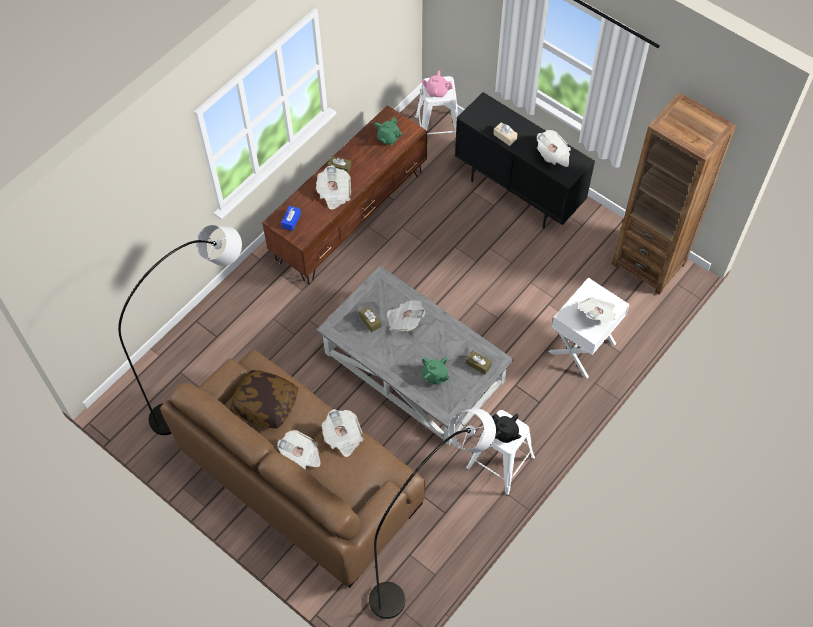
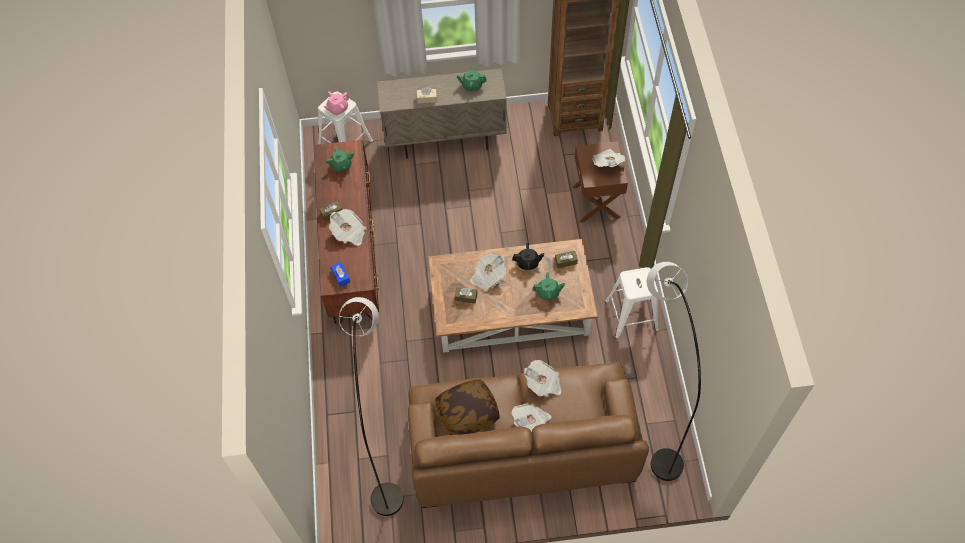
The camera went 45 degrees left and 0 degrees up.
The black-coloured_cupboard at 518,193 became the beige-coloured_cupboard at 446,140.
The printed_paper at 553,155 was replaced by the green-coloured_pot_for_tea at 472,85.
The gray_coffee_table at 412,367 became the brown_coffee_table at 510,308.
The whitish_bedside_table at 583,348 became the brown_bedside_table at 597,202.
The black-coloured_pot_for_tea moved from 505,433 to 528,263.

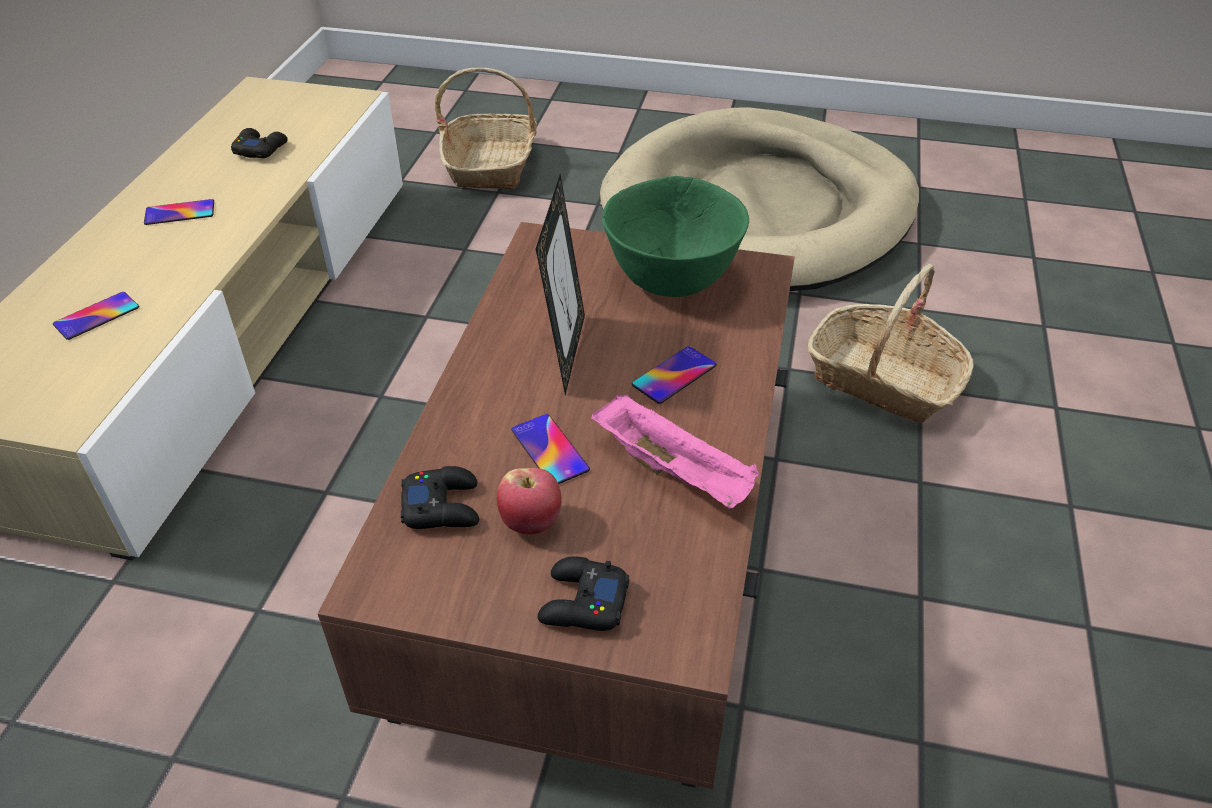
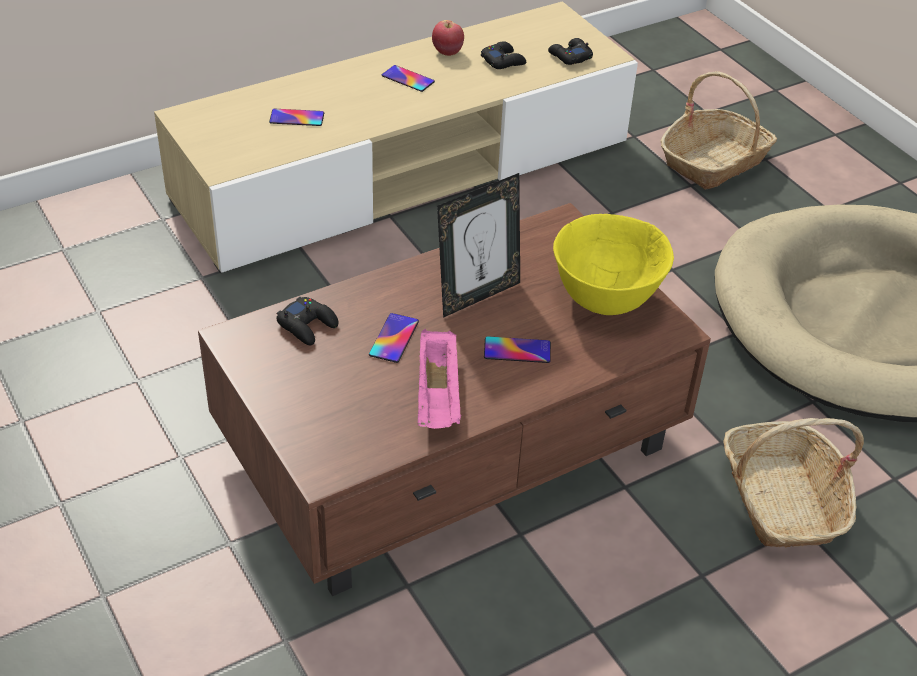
The camera went 45 degrees right and 0 degrees up.
The green-coloured_bowl at 672,277 became the yellow-coloured_bowl at 607,297.
The whole_apple moved from 531,522 to 447,52.
The black-coloured_joypad moved from 582,603 to 569,56.

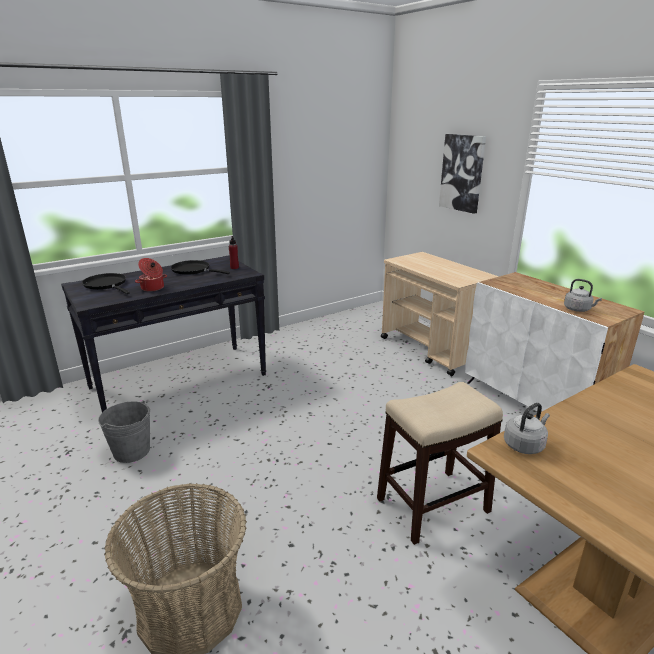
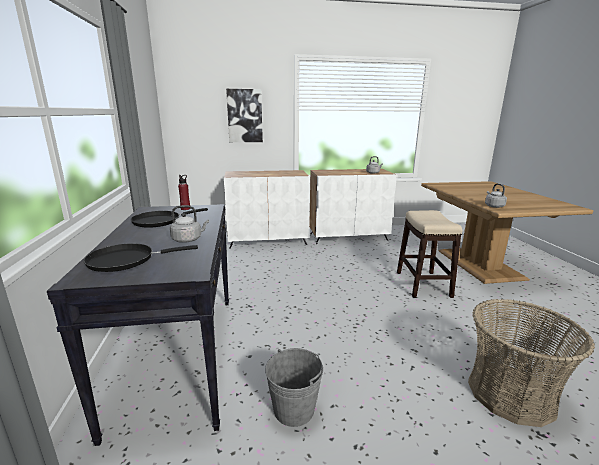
The camera went 65 degrees left and 5 degrees down.
The beige-coloured_wheeled_cart at 432,350 was replaced by the whitish_cupboard at 268,241.
The saucepot at 153,288 was replaced by the gray_kettle at 188,239.

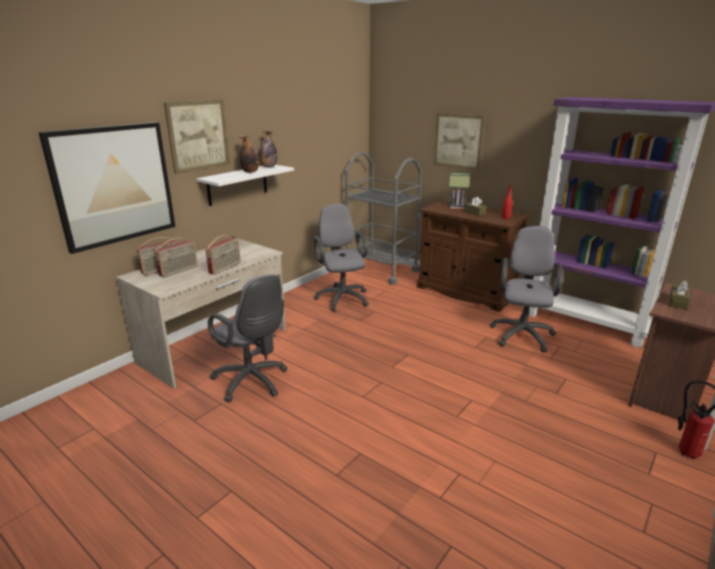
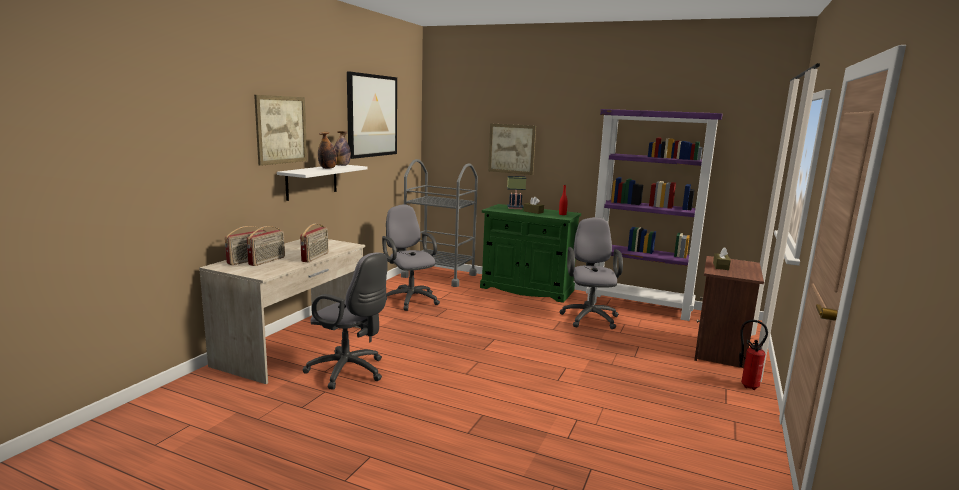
The camera went 15 degrees left and 10 degrees down.
The wall_picture moved from 114,185 to 372,116.
The brown_cupboard at 465,292 became the green-coloured_cupboard at 527,289.

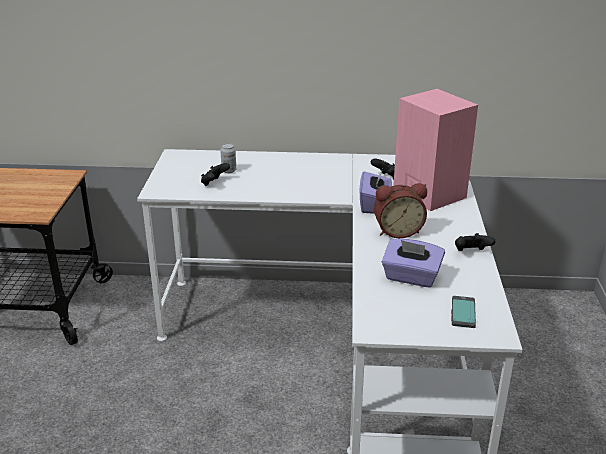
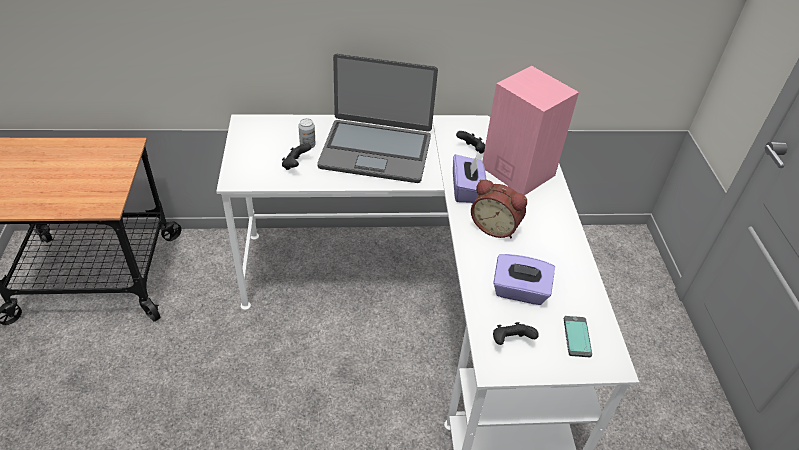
The camera went 10 degrees left and 15 degrees up.
The table_clock at 397,231 turned 45 degrees clockwise.
The black-coloured_joypad moved from 471,253 to 510,341.
The laptop at 376,151 appeared.

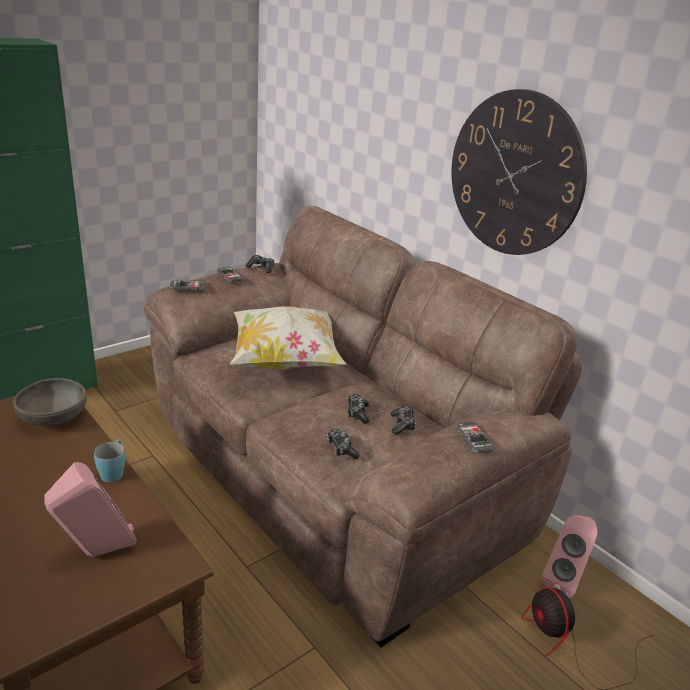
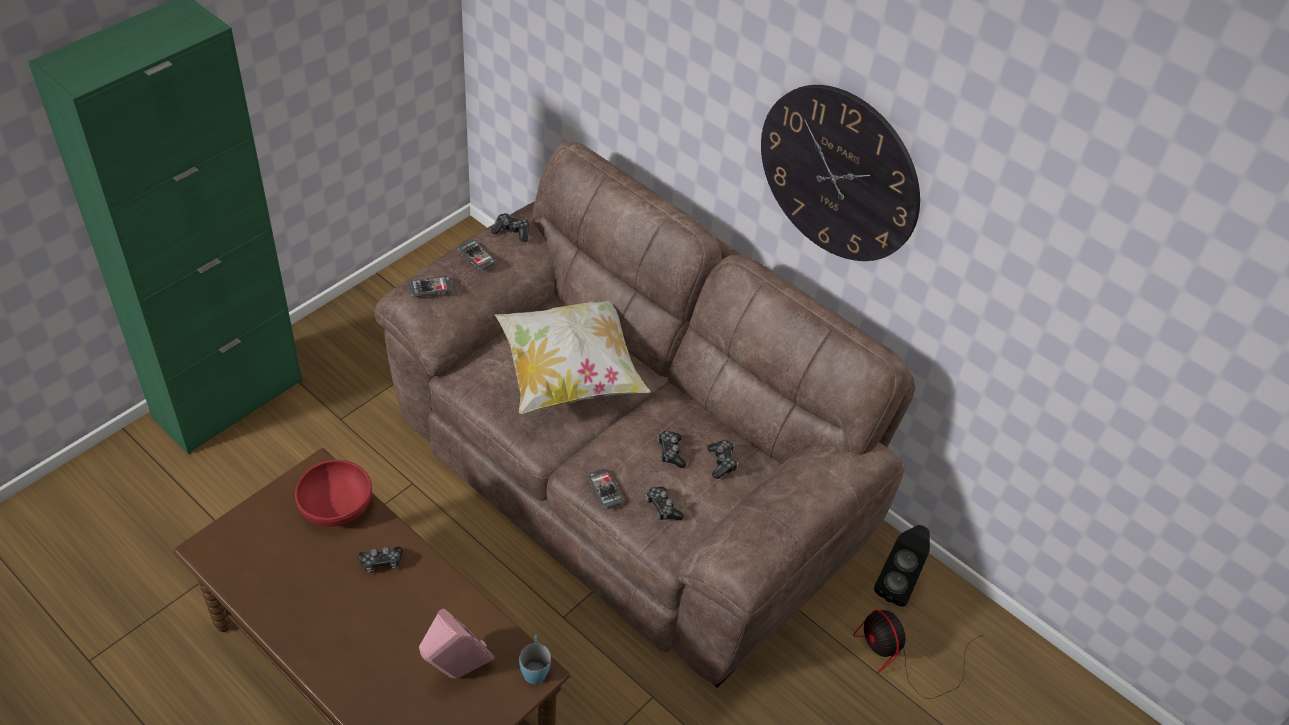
The camera went 10 degrees left and 20 degrees up.
The gray_bowl at 54,418 became the red_bowl at 336,506.
The telephone moved from 474,439 to 605,489.
The blue-coloured_mug moved from 114,471 to 534,667.
The pinkish_loudspeaker at 564,580 became the black-coloured_loudspeaker at 897,585.
The joypad at 381,562 appeared.

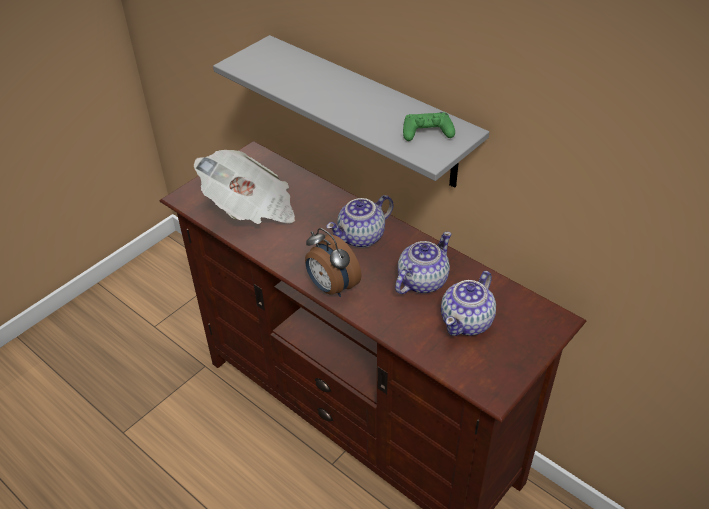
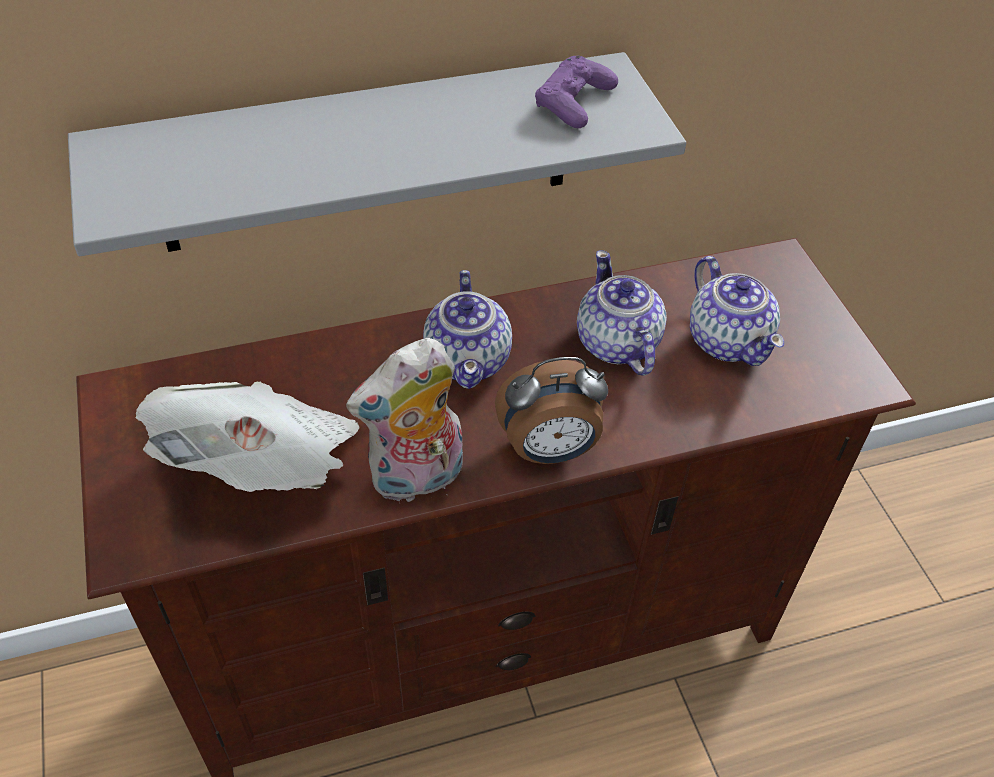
The camera went 60 degrees left and 5 degrees up.
The green-coloured_joypad at 427,132 became the purplish_joypad at 574,102.
The plush_toy at 417,479 appeared.

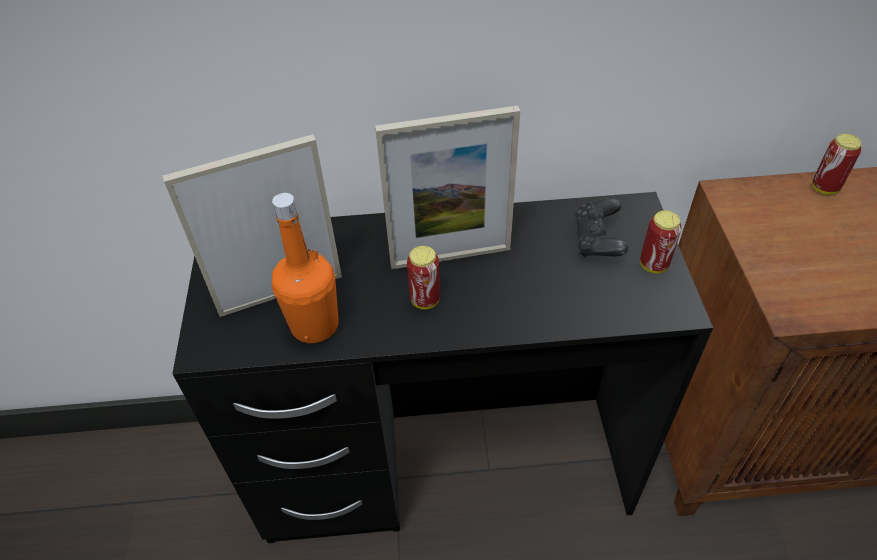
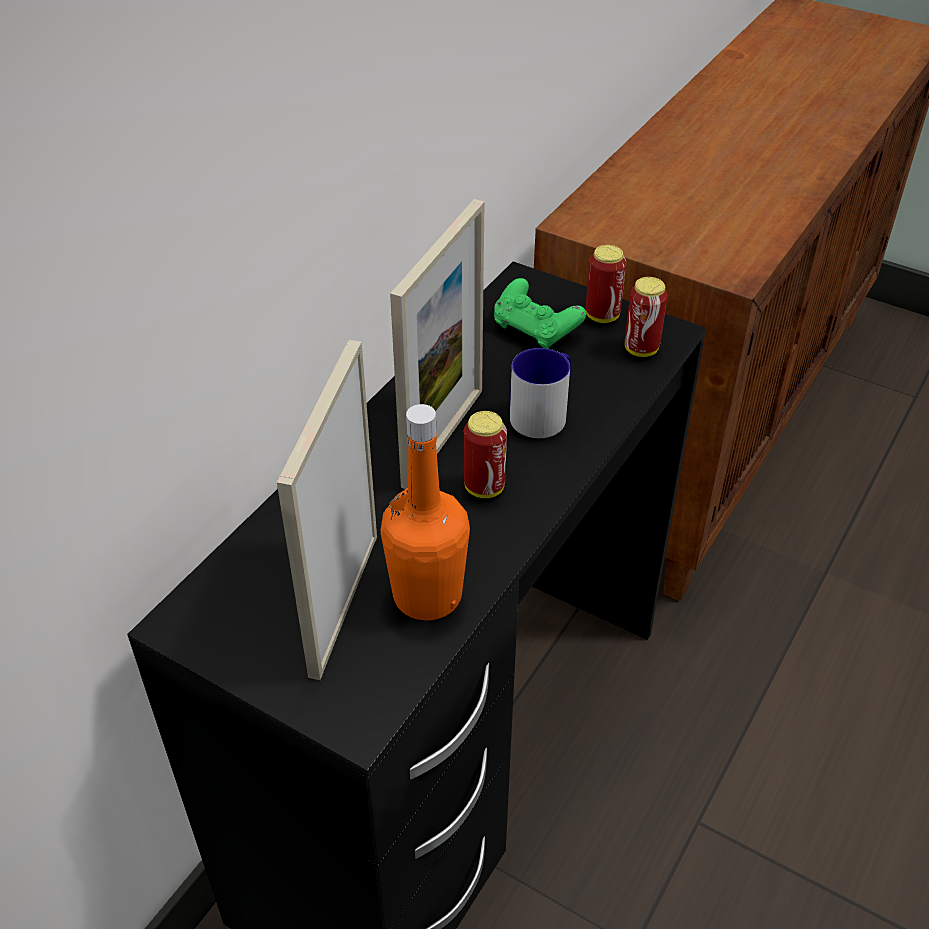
The camera went 55 degrees left and 5 degrees down.
The metal_can moved from 824,188 to 641,349.
The black-coloured_joypad at 597,241 became the green-coloured_joypad at 535,330.
The mug at 544,413 appeared.

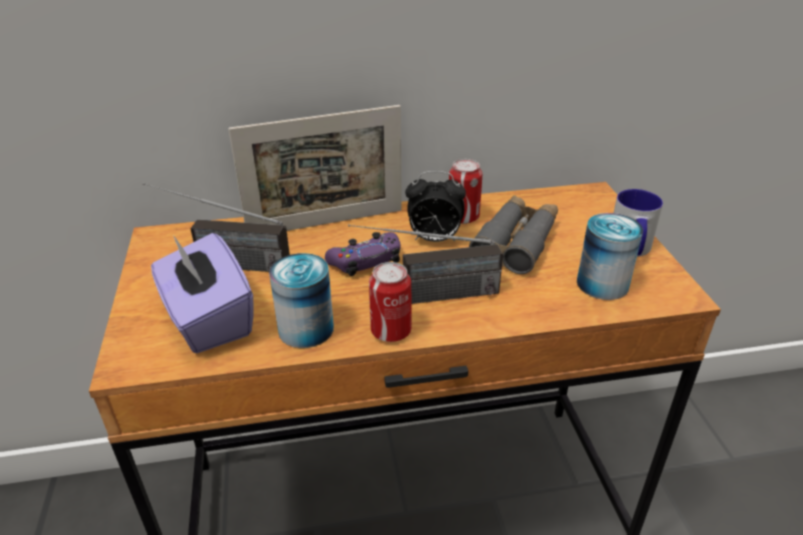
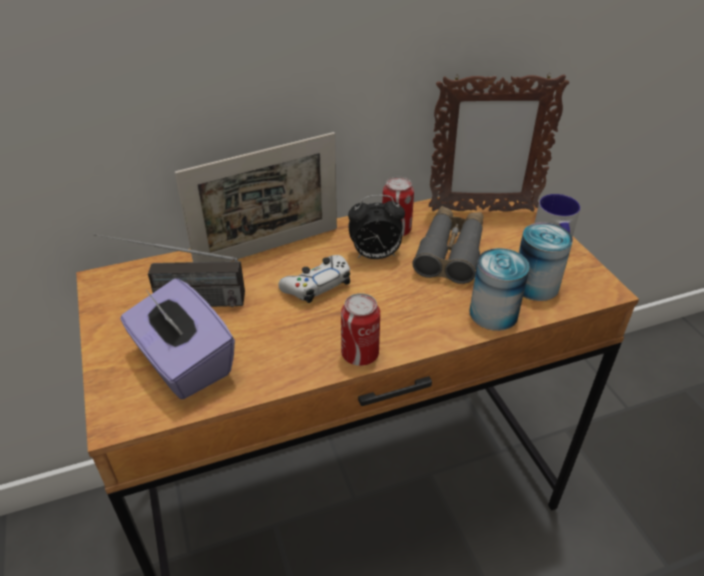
The camera went 10 degrees left and 5 degrees up.
The radio_set at 426,296 disappeared.
The purplish_joypad at 365,261 became the whitish_joypad at 317,285.
The metal_can moved from 306,329 to 493,313.
The picture_frame at 482,210 appeared.

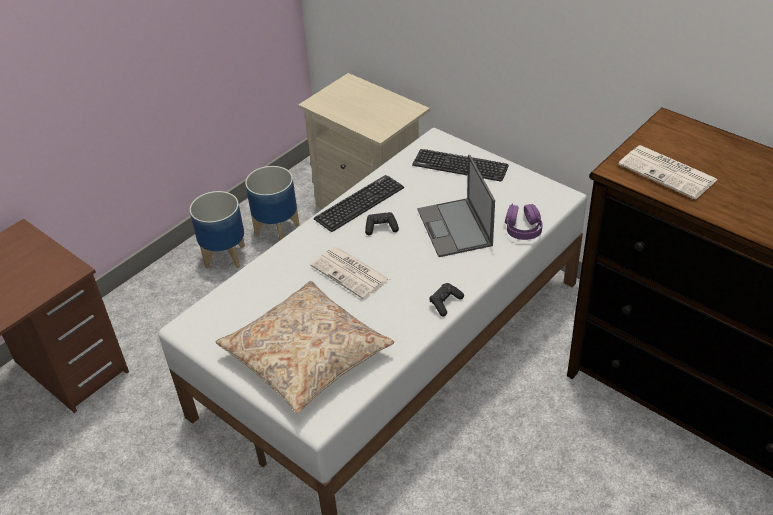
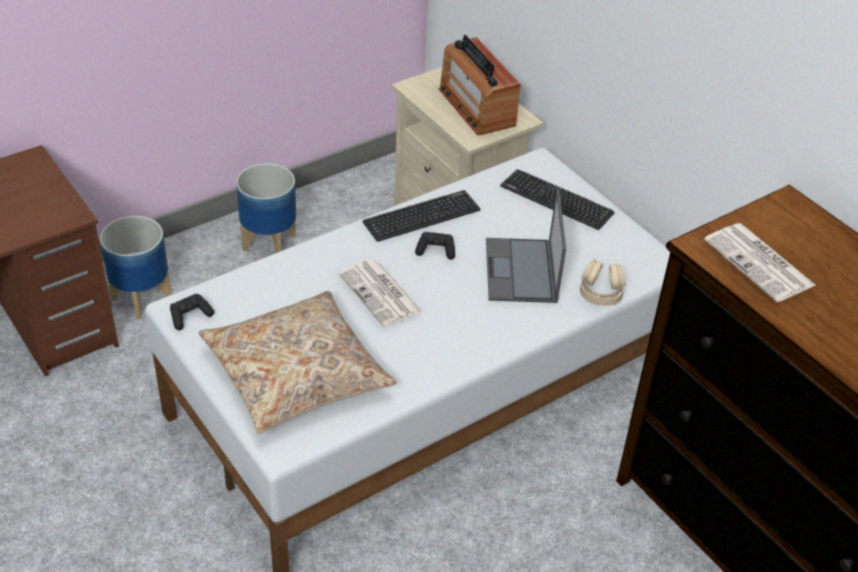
The camera went 10 degrees right and 0 degrees up.
The flower_pot moved from 276,230 to 141,297.
The purplish_pair_of_headphones at 523,229 became the beige-coloured_pair_of_headphones at 601,291.
The black-coloured_joypad moved from 445,303 to 190,316.
The radio_set at 476,107 appeared.

